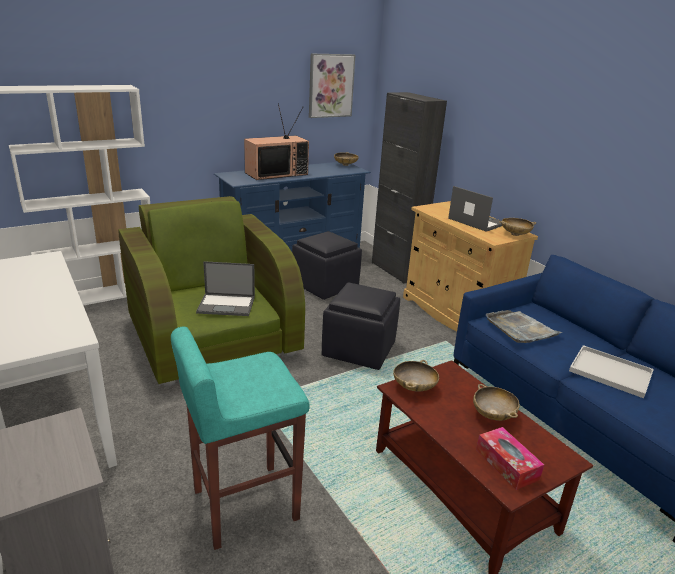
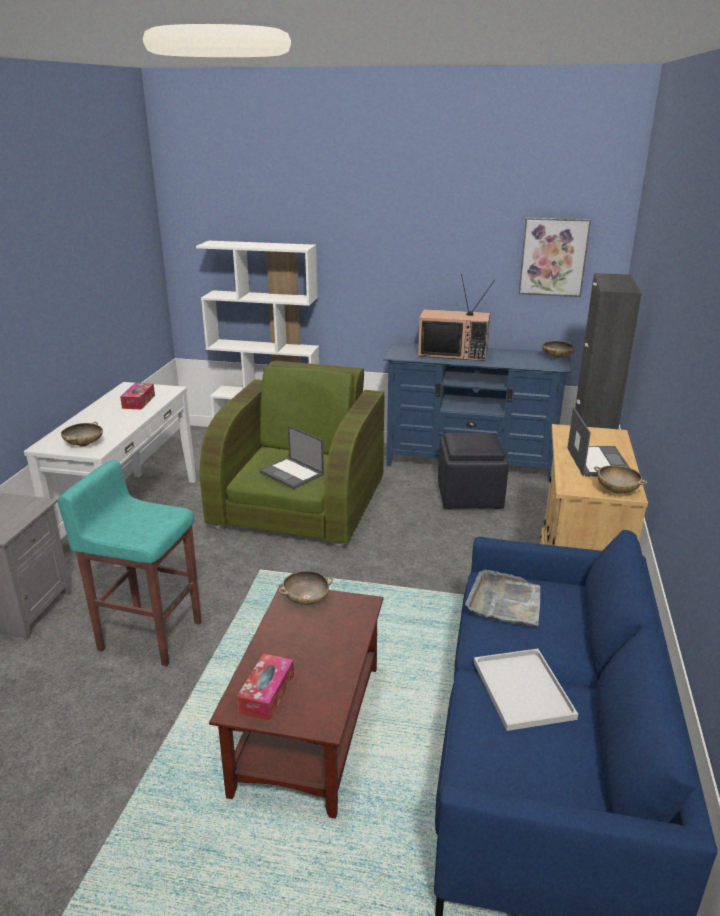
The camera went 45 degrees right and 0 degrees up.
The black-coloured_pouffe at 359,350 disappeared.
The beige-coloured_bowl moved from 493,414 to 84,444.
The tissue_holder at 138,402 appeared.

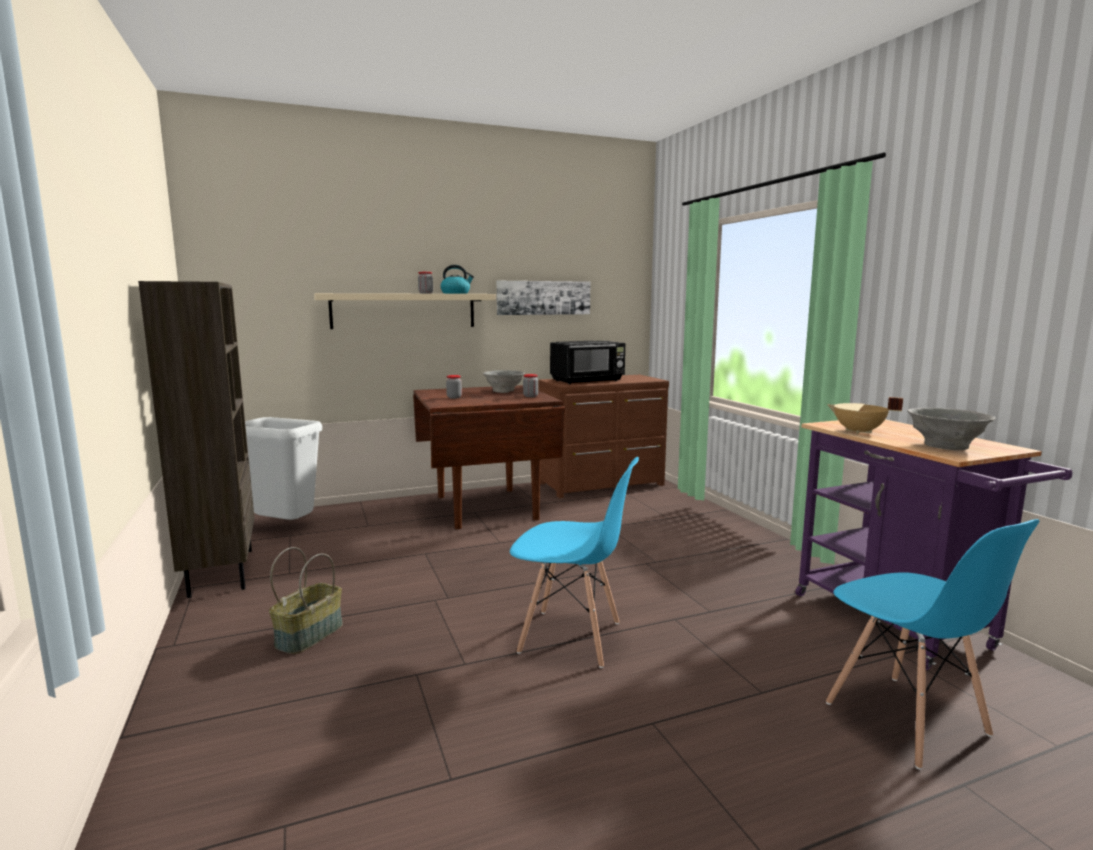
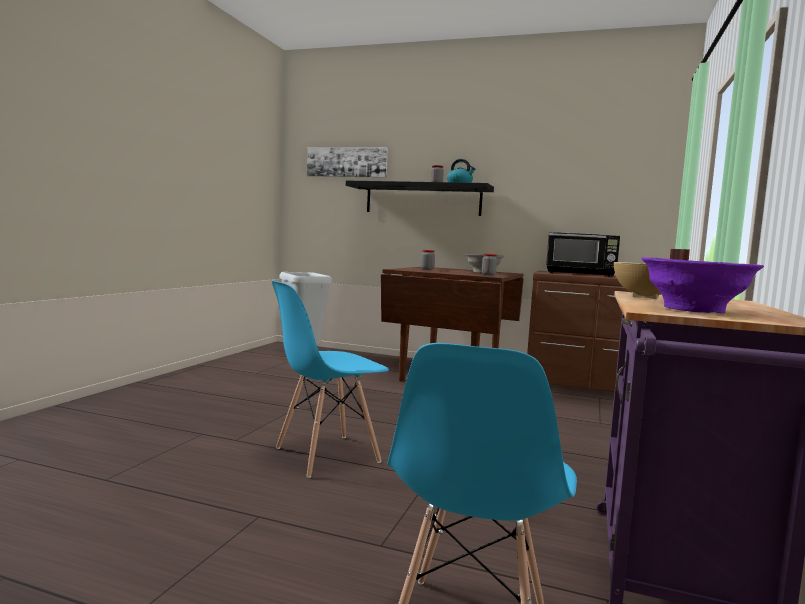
The camera went 40 degrees right and 5 degrees down.
The brown_shelving_unit at 220,572 disappeared.
The wall_picture moved from 543,297 to 347,162.
The beige-coloured_bracket_shelf at 404,311 became the black-coloured_bracket_shelf at 423,199.
The gray_bowl at 945,446 became the purplish_bowl at 694,310.
The blue-coloured_upright_chair at 571,638 turned 90 degrees clockwise.
The storage_basket at 309,635 disappeared.

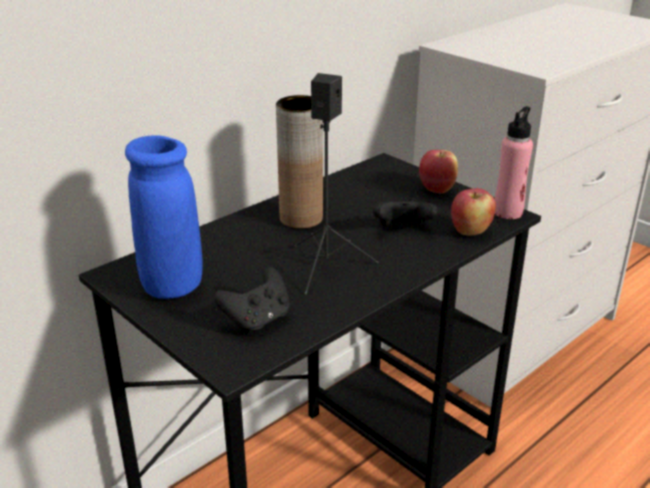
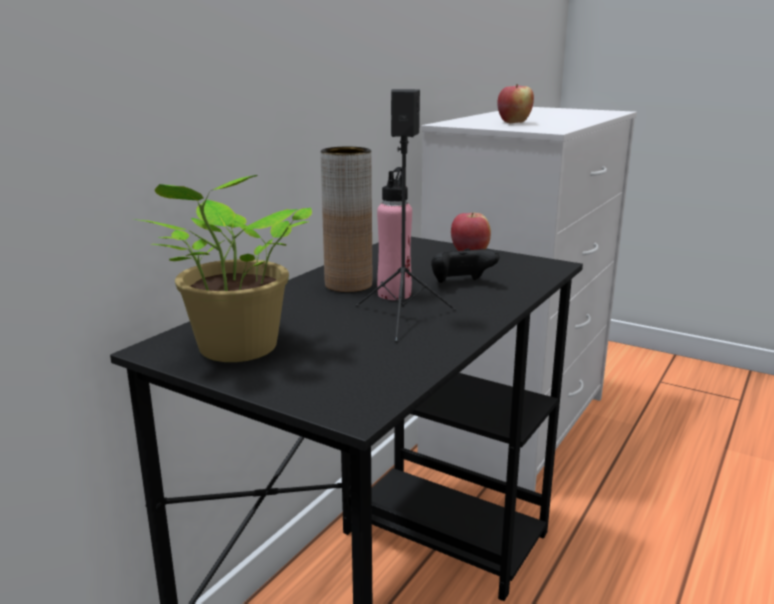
The camera went 15 degrees left and 10 degrees down.
The pinkish_drink_bottle moved from 508,212 to 394,294.
The blue-coloured_vase at 172,285 was replaced by the plant_in_a_pot at 235,350.
The whole_apple moved from 470,231 to 514,122.
The black-coloured_joypad at 257,320 disappeared.

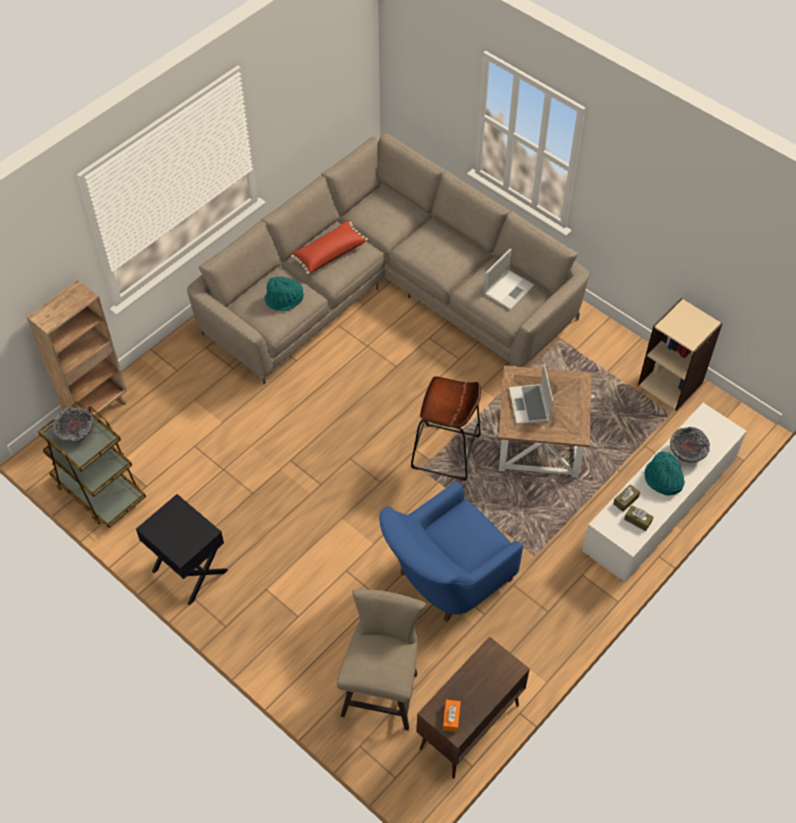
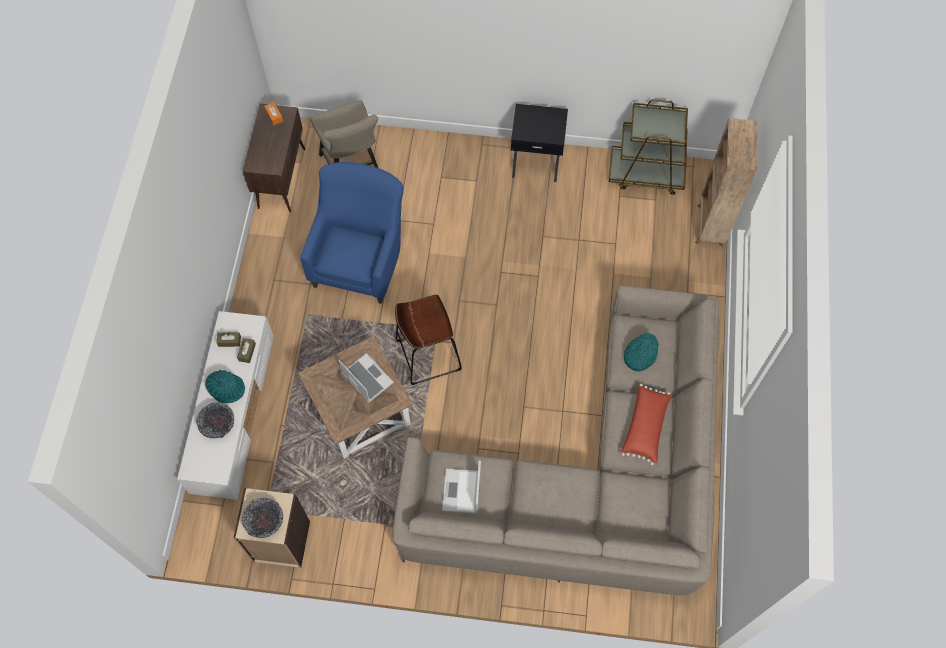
The camera went 145 degrees right and 10 degrees up.
The bowl moved from 76,433 to 265,521.

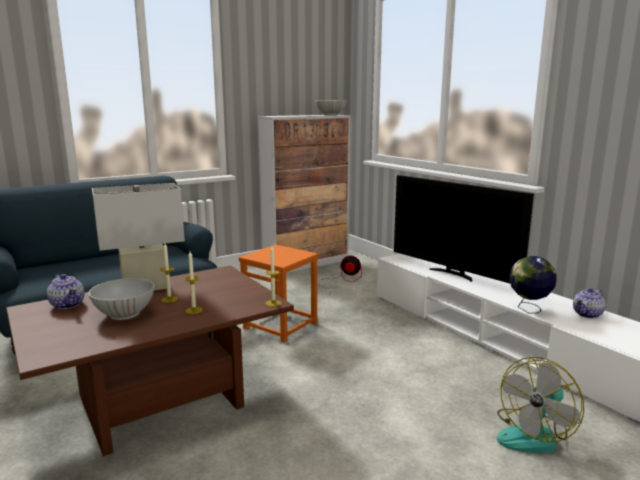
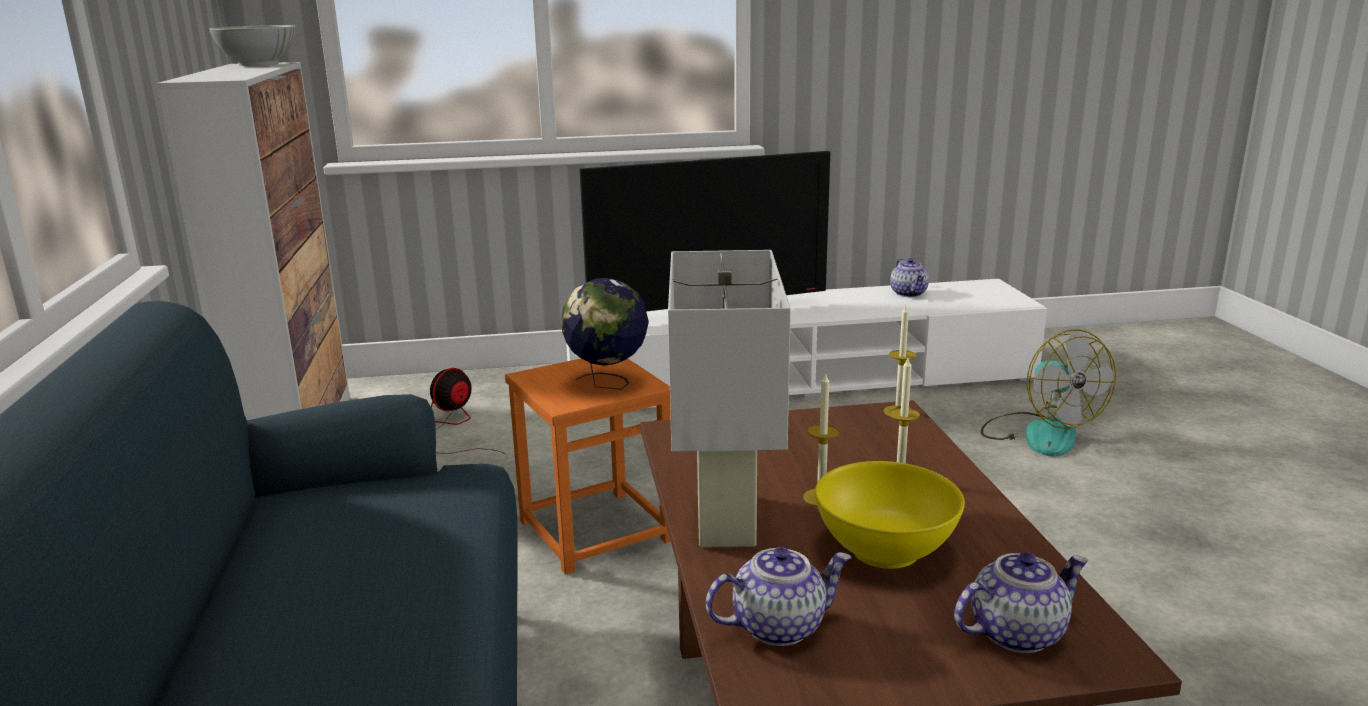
The camera went 65 degrees left and 5 degrees up.
The world_globe moved from 528,309 to 607,384.
The whitish_bowl at 124,314 became the yellow-coloured_bowl at 884,550.
The pot_for_tea at 1016,632 appeared.

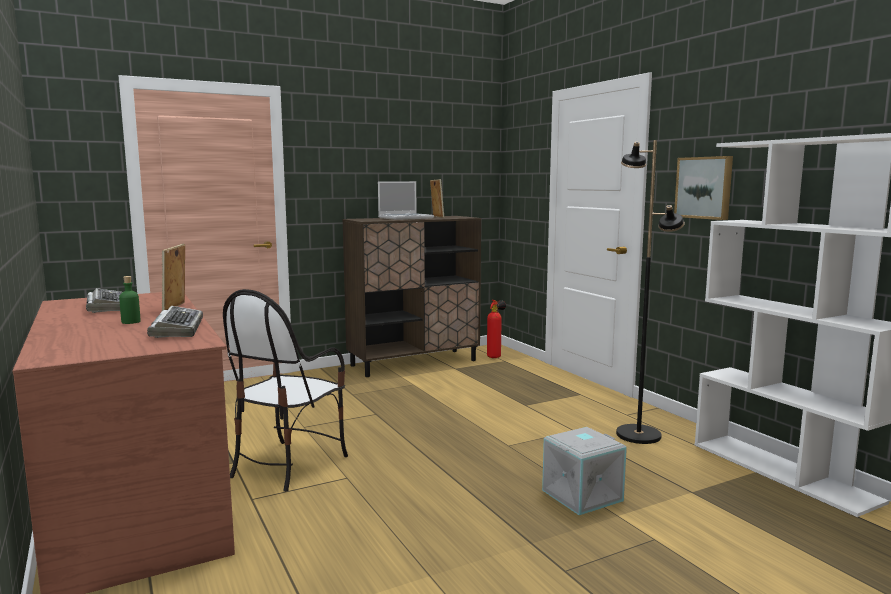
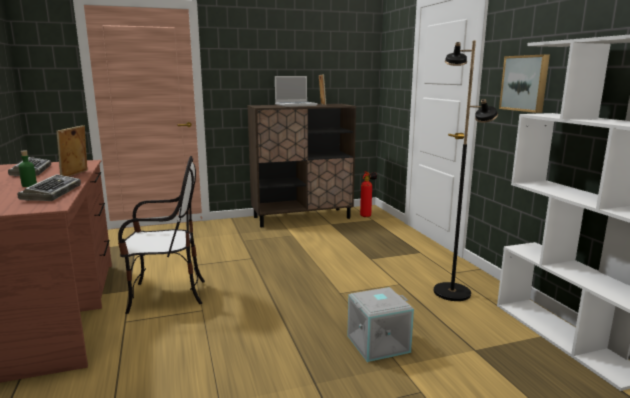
The camera went 10 degrees right and 5 degrees up.
The upright_chair at 288,464 turned 135 degrees counterclockwise.

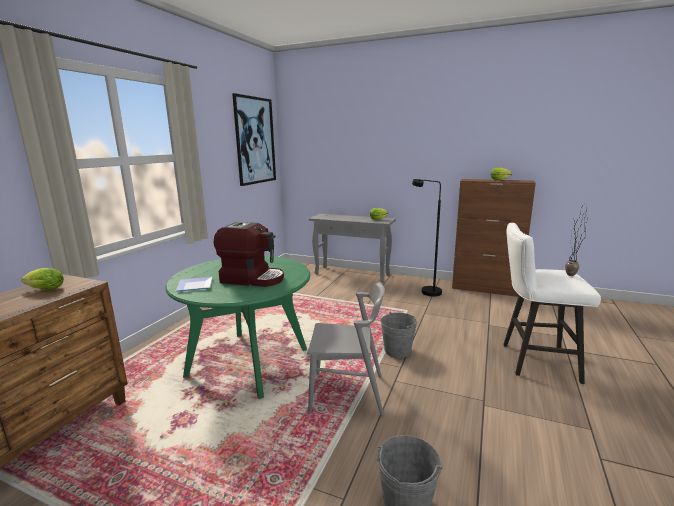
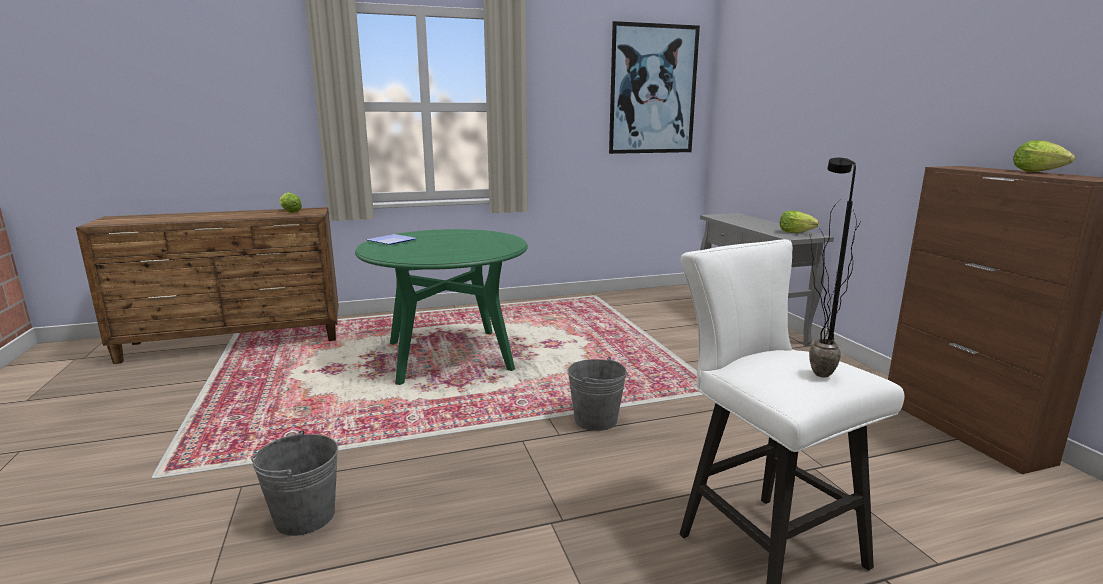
The camera went 50 degrees right and 0 degrees up.
The coffee_maker at 253,278 disappeared.
The gray_upright_chair at 347,393 disappeared.

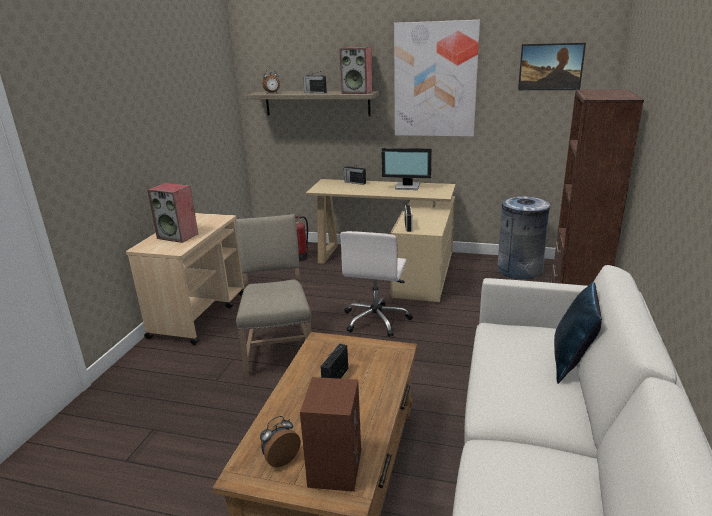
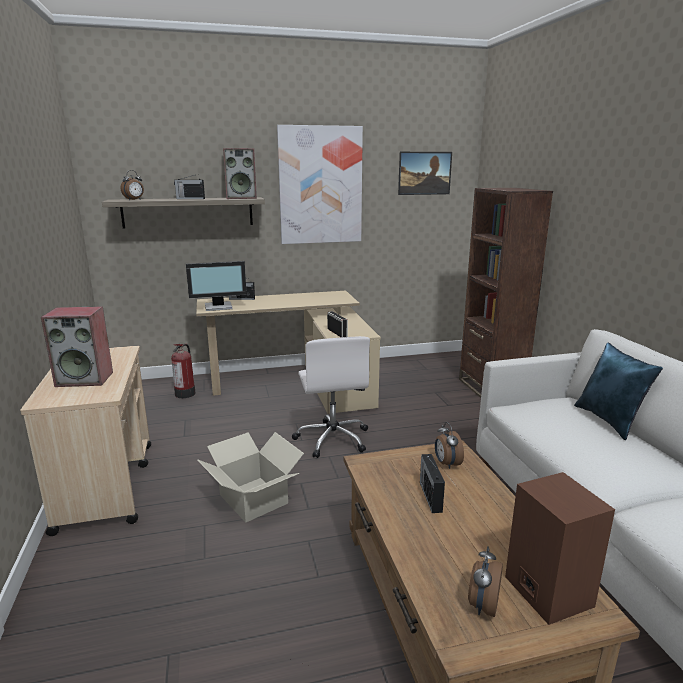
The camera went 30 degrees left and 5 degrees down.
The computer_display moved from 407,187 to 219,307.
The gray_waste_bin at 519,270 disappeared.
The beige-coloured_upright_chair at 279,350 was replaced by the cardboard_box at 254,498.
The table_clock at 446,464 appeared.

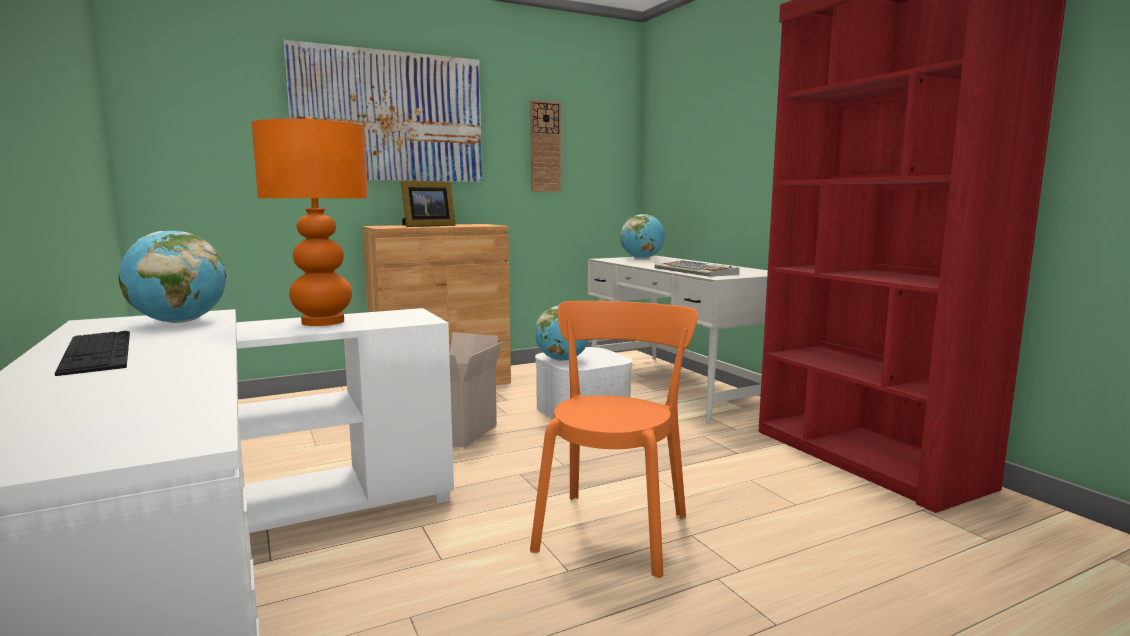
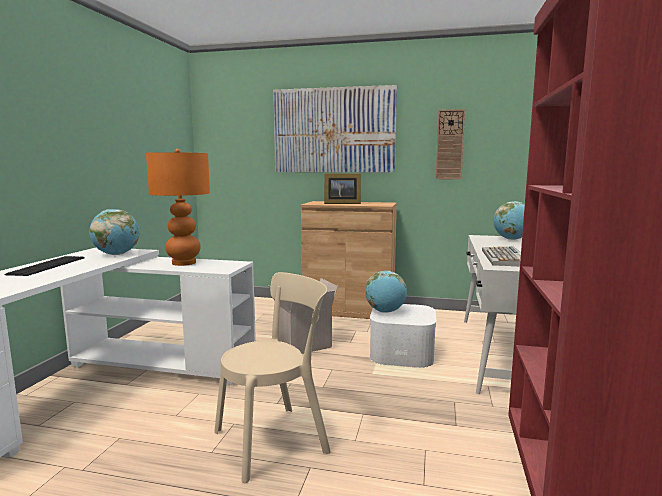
The camera went 40 degrees right and 0 degrees up.
The orange-coloured_upright_chair at 613,528 became the beige-coloured_upright_chair at 276,440.

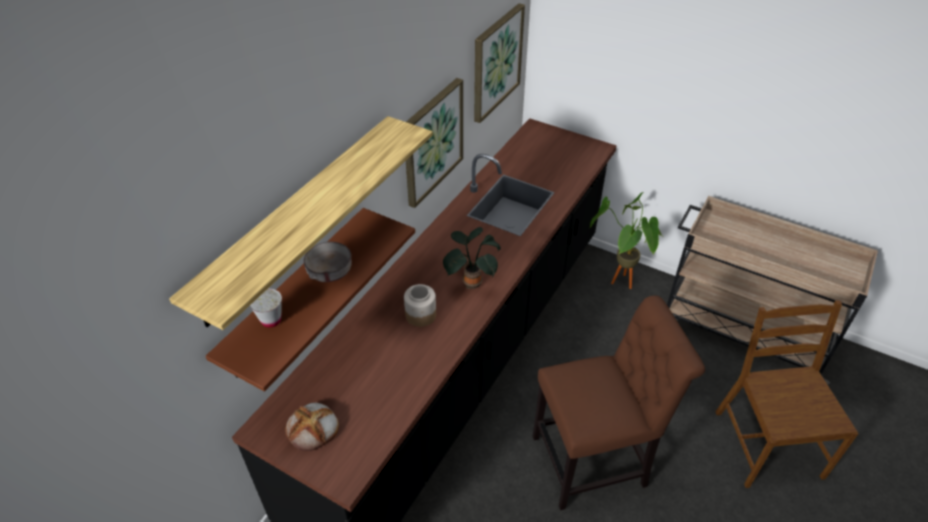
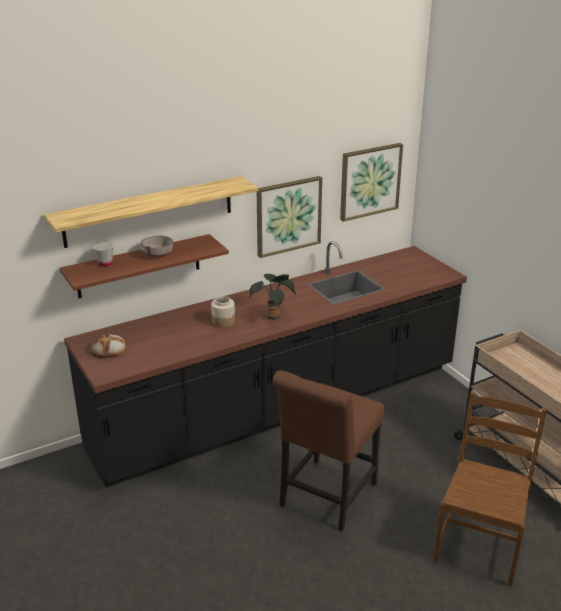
The camera went 30 degrees right and 15 degrees down.
The plant_in_a_pot at 619,285 disappeared.
The brown_upright_chair at 595,460 turned 105 degrees clockwise.

